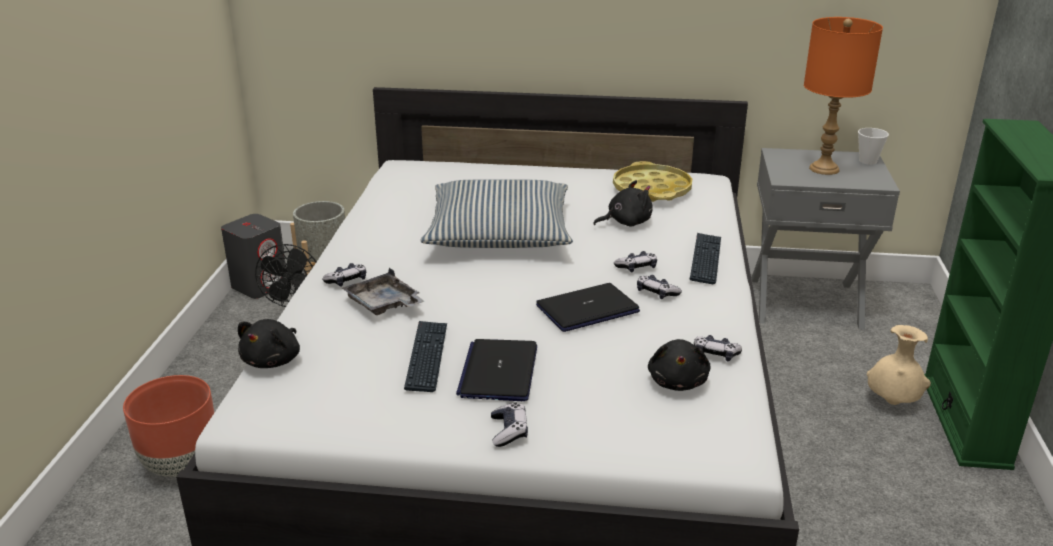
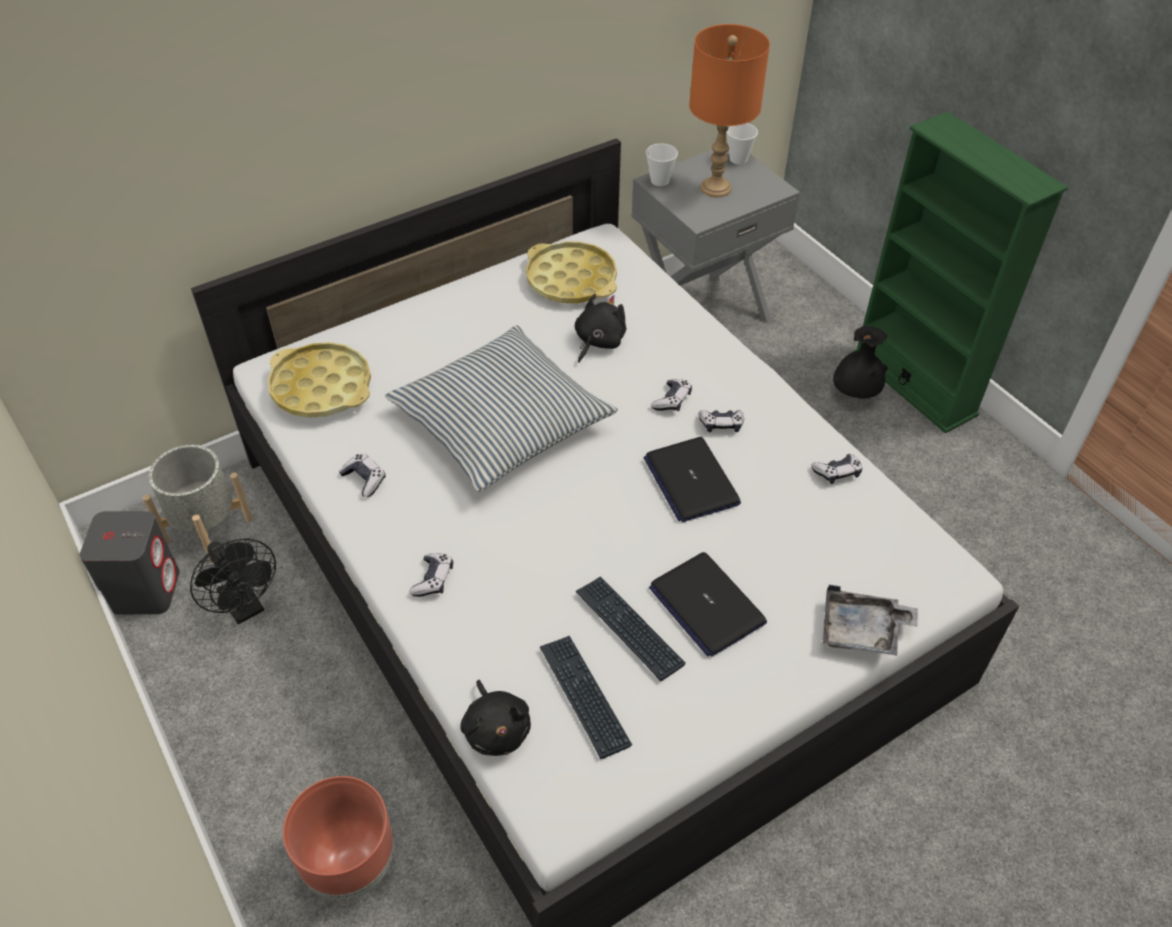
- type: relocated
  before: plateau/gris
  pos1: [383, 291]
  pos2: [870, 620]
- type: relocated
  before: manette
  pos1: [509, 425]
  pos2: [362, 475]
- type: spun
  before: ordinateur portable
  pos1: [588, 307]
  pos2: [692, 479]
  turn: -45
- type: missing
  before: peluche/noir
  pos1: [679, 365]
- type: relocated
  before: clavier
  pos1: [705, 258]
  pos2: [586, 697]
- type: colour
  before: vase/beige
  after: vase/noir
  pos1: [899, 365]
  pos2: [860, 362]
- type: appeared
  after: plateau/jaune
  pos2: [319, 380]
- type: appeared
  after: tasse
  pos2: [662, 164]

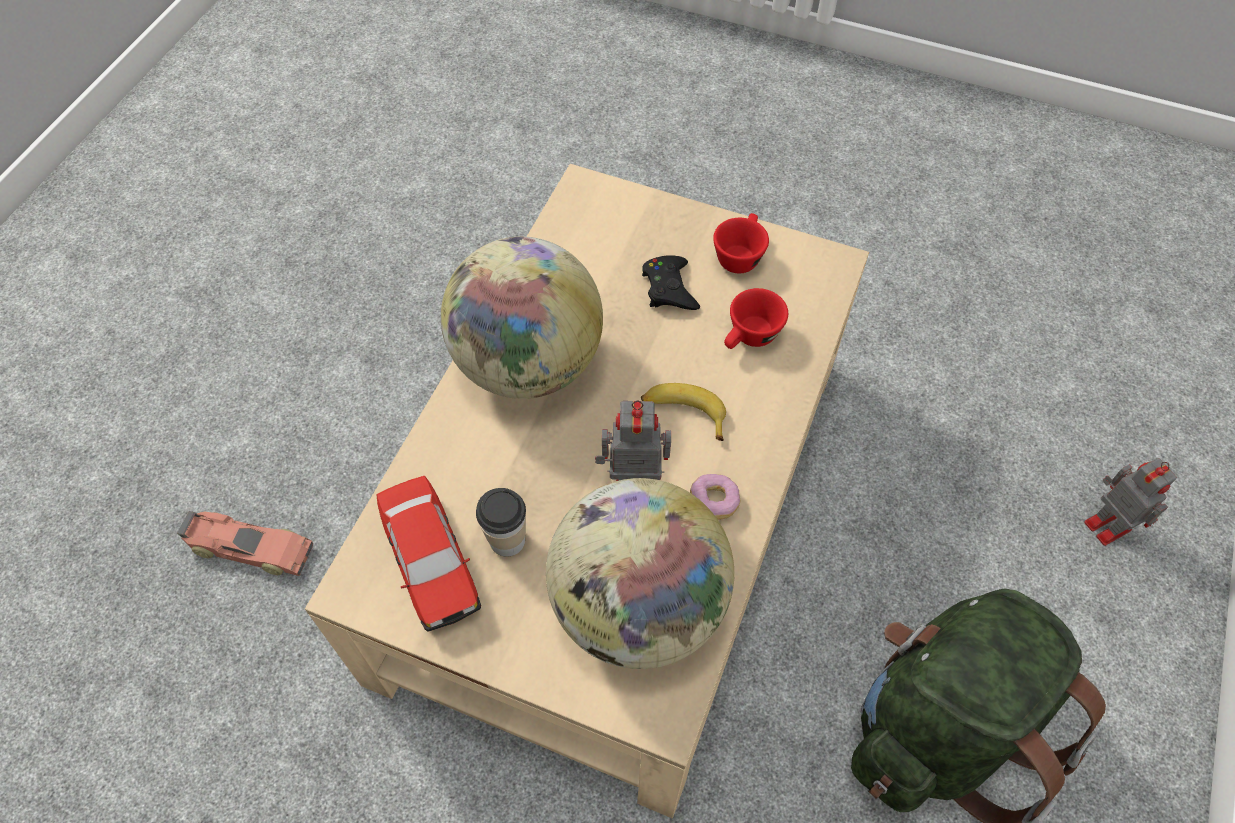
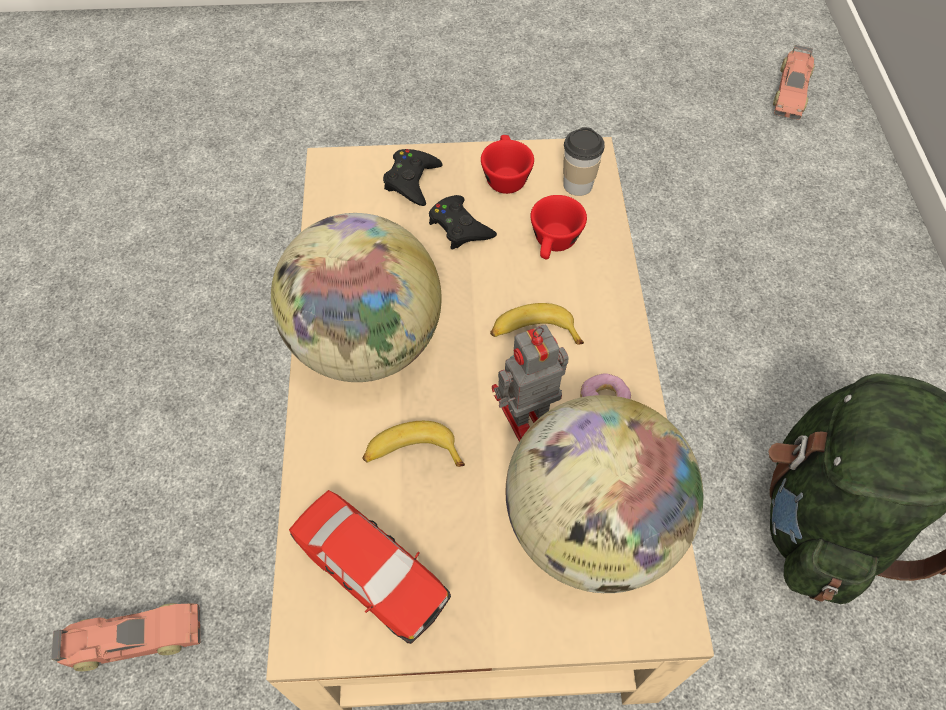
- type: relocated
  before: tasse
  pos1: [501, 522]
  pos2: [584, 161]
- type: missing
  before: robot jouet
  pos1: [1130, 502]
- type: appeared
  after: banane
  pos2: [413, 444]
- type: appeared
  after: manette/noir
  pos2: [413, 177]
- type: appeared
  after: petite voiture
  pos2: [794, 82]

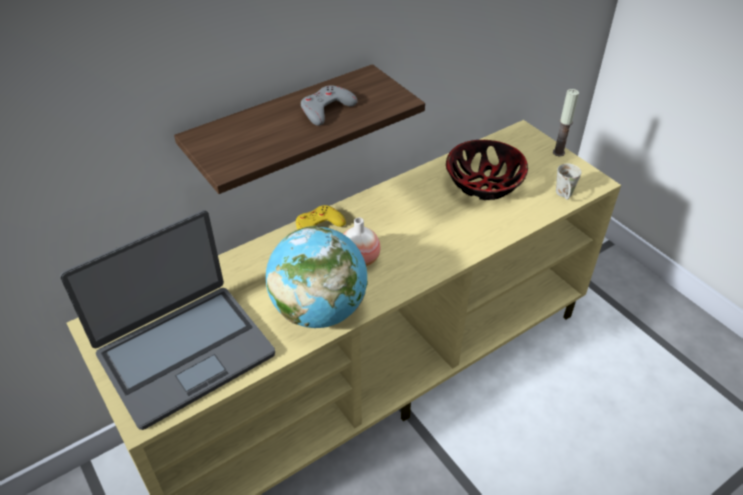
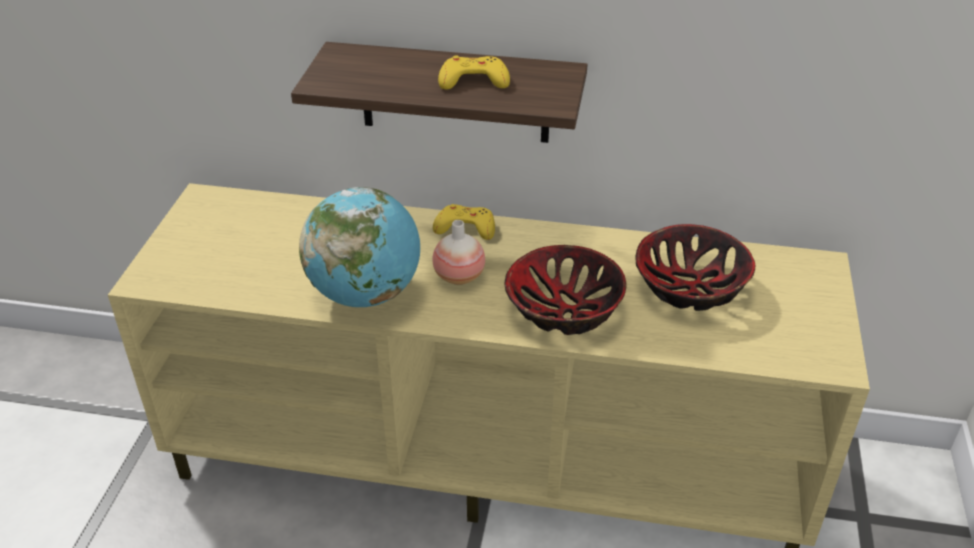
- type: missing
  before: ordinateur portable
  pos1: [167, 320]
- type: colour
  before: manette/gris
  after: manette/jaune
  pos1: [329, 105]
  pos2: [474, 72]
- type: missing
  before: bougie
  pos1: [566, 122]
- type: missing
  before: mug/blanc
  pos1: [568, 182]
- type: appeared
  after: bol
  pos2: [565, 290]

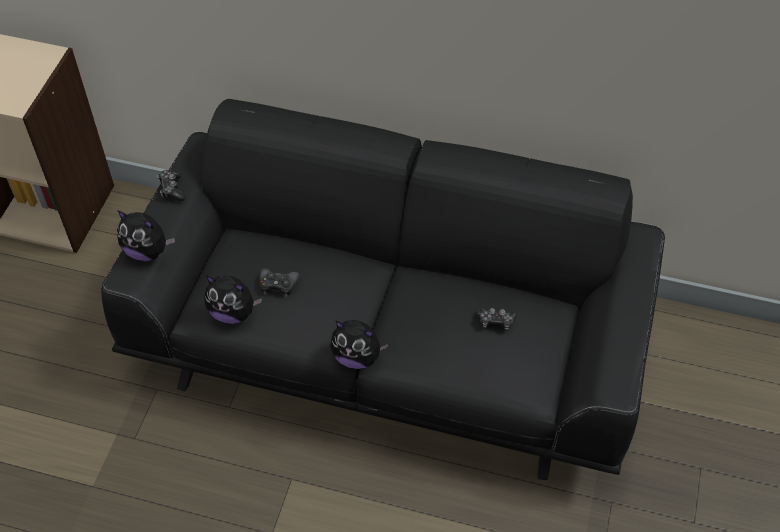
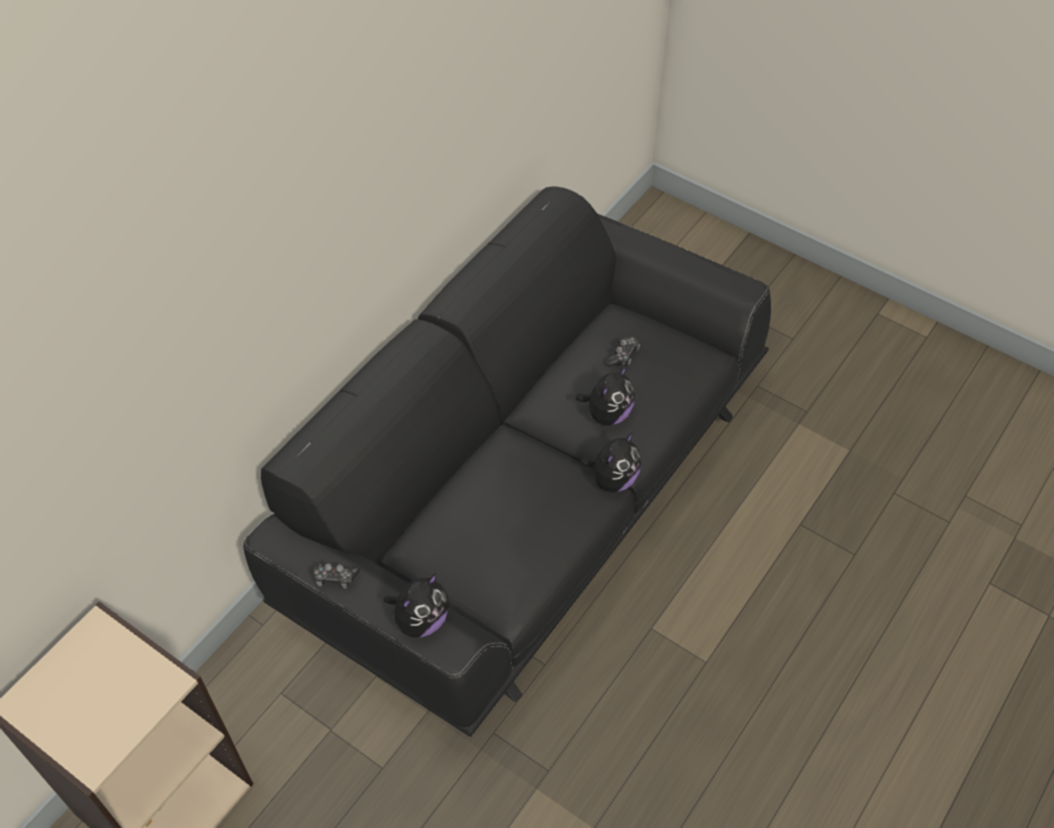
- type: relocated
  before: peluche
  pos1: [233, 299]
  pos2: [605, 395]
- type: missing
  before: manette/noir
  pos1: [279, 282]

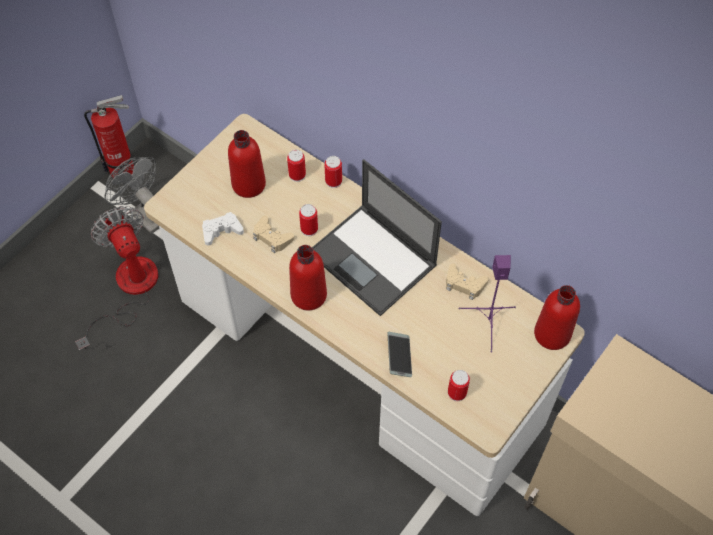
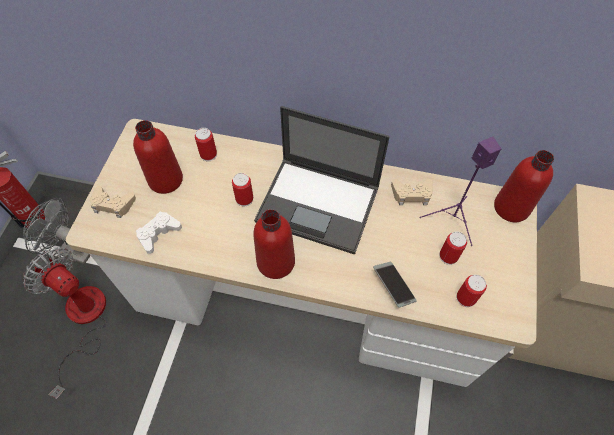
- type: relocated
  before: manette/beige
  pos1: [273, 234]
  pos2: [113, 202]
- type: relocated
  before: boîte métallique
  pos1: [333, 172]
  pos2: [453, 248]

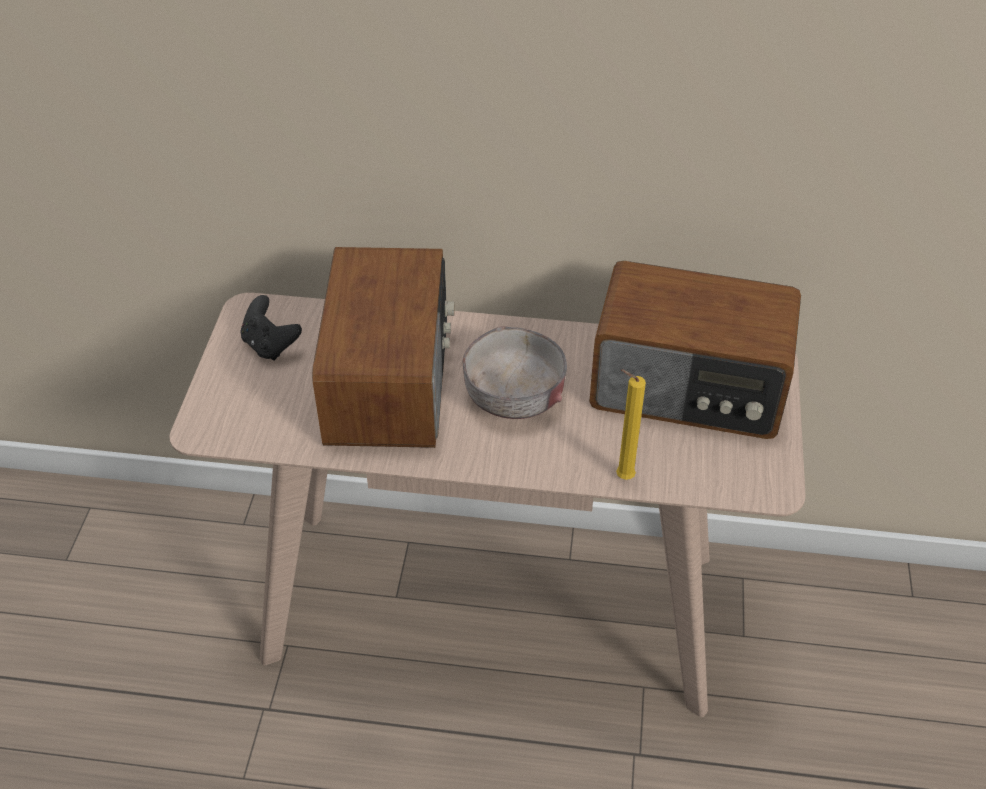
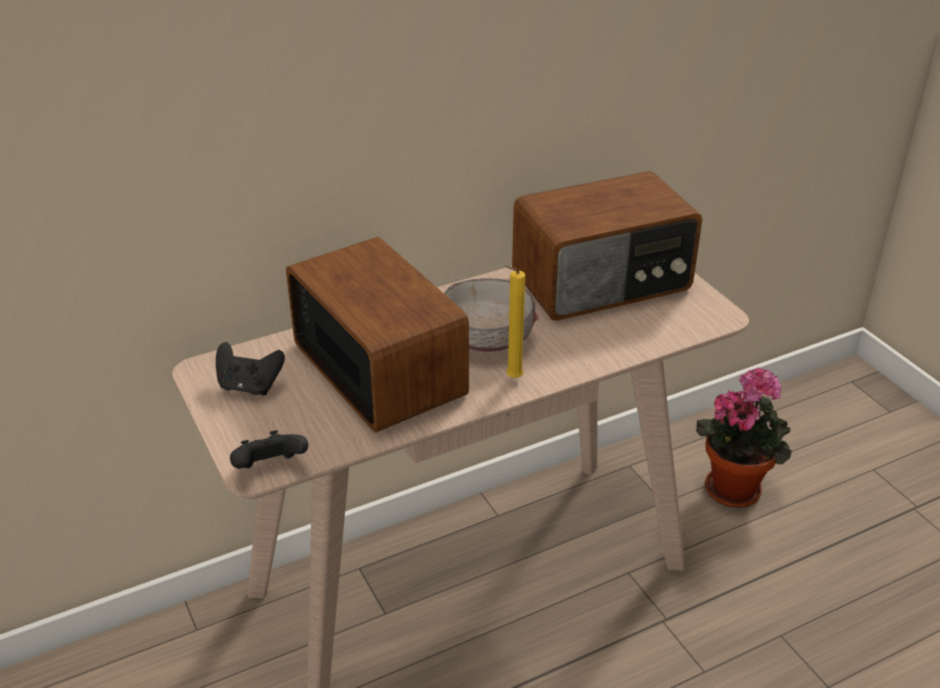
- type: relocated
  before: bougie/jaune
  pos1: [631, 424]
  pos2: [515, 322]
- type: appeared
  after: manette/noir
  pos2: [269, 449]
- type: appeared
  after: plante en pot
  pos2: [744, 437]

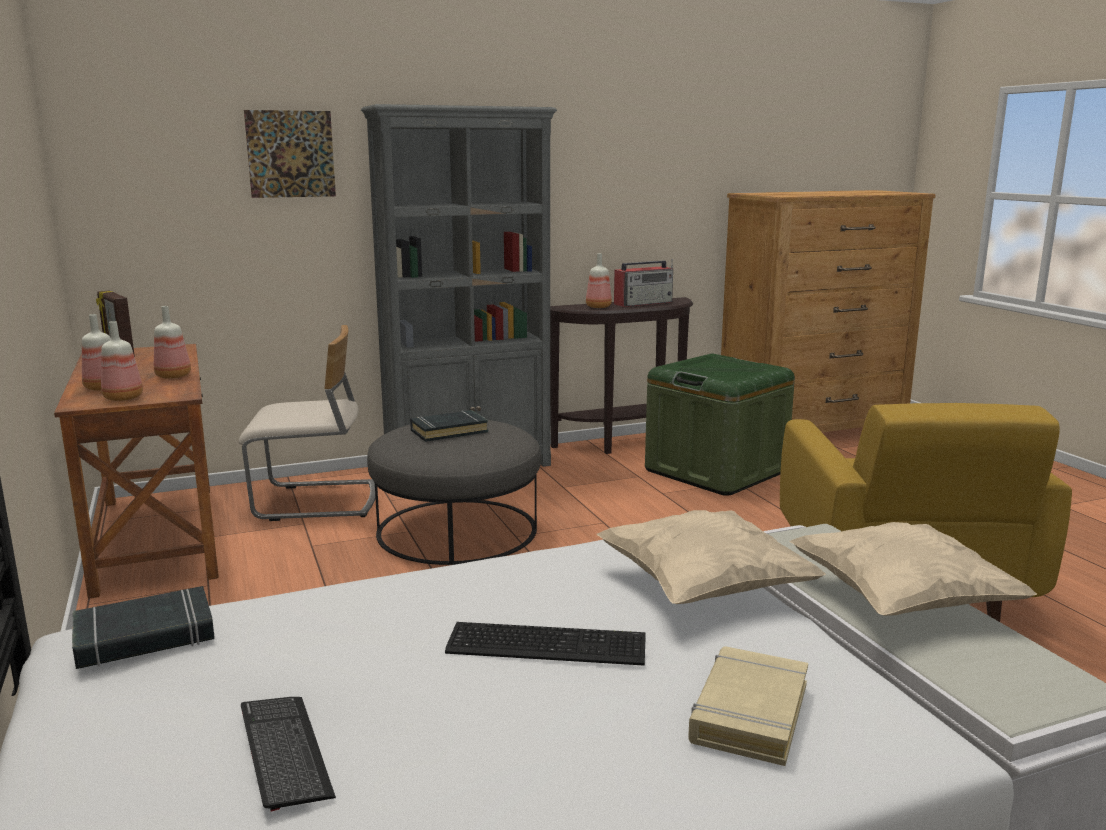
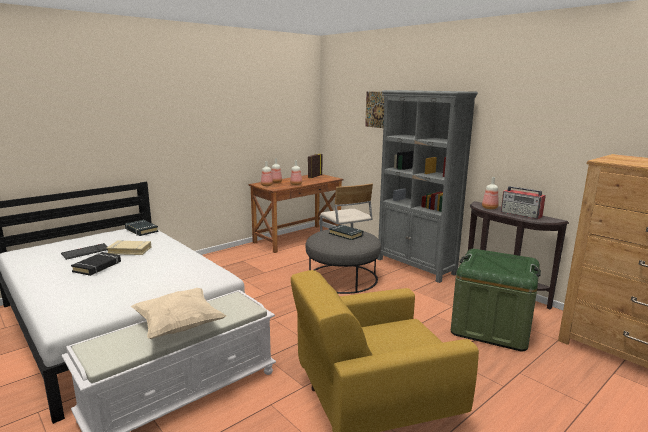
- type: missing
  before: clavier
  pos1: [545, 644]
- type: missing
  before: coussin/beige
  pos1: [711, 557]
- type: relocated
  before: livre/beige
  pos1: [748, 706]
  pos2: [129, 247]
- type: appeared
  after: livre/noir
  pos2: [96, 264]

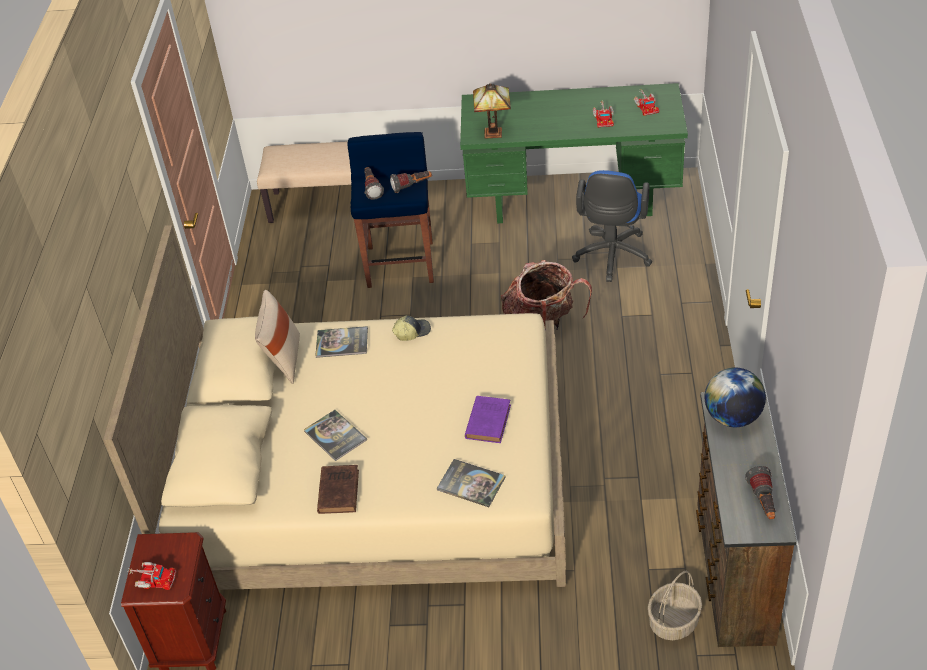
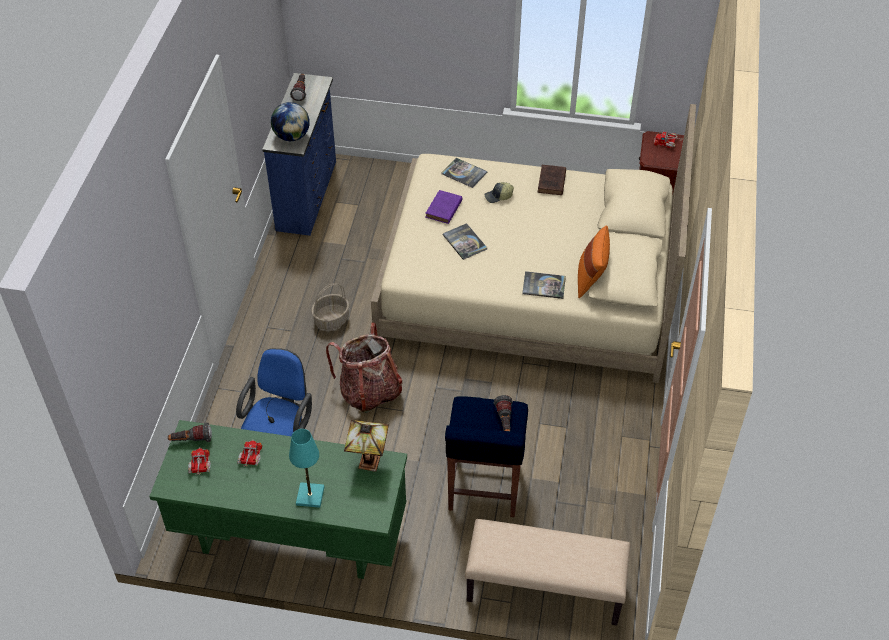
- type: colour
  before: coussin/beige
  after: coussin/orange
  pos1: [277, 337]
  pos2: [594, 261]
- type: relocated
  before: livre
  pos1: [335, 435]
  pos2: [465, 241]
- type: relocated
  before: lampe de poche
  pos1: [411, 182]
  pos2: [190, 432]
- type: relocated
  before: casquette
  pos1: [411, 328]
  pos2: [499, 192]
- type: relocated
  before: panier
  pos1: [675, 605]
  pos2: [330, 306]
- type: colour
  before: commode/marron
  after: commode/bleu
  pos1: [746, 519]
  pos2: [299, 154]
- type: appeared
  after: lampe de table/turquoise
  pos2: [306, 468]

